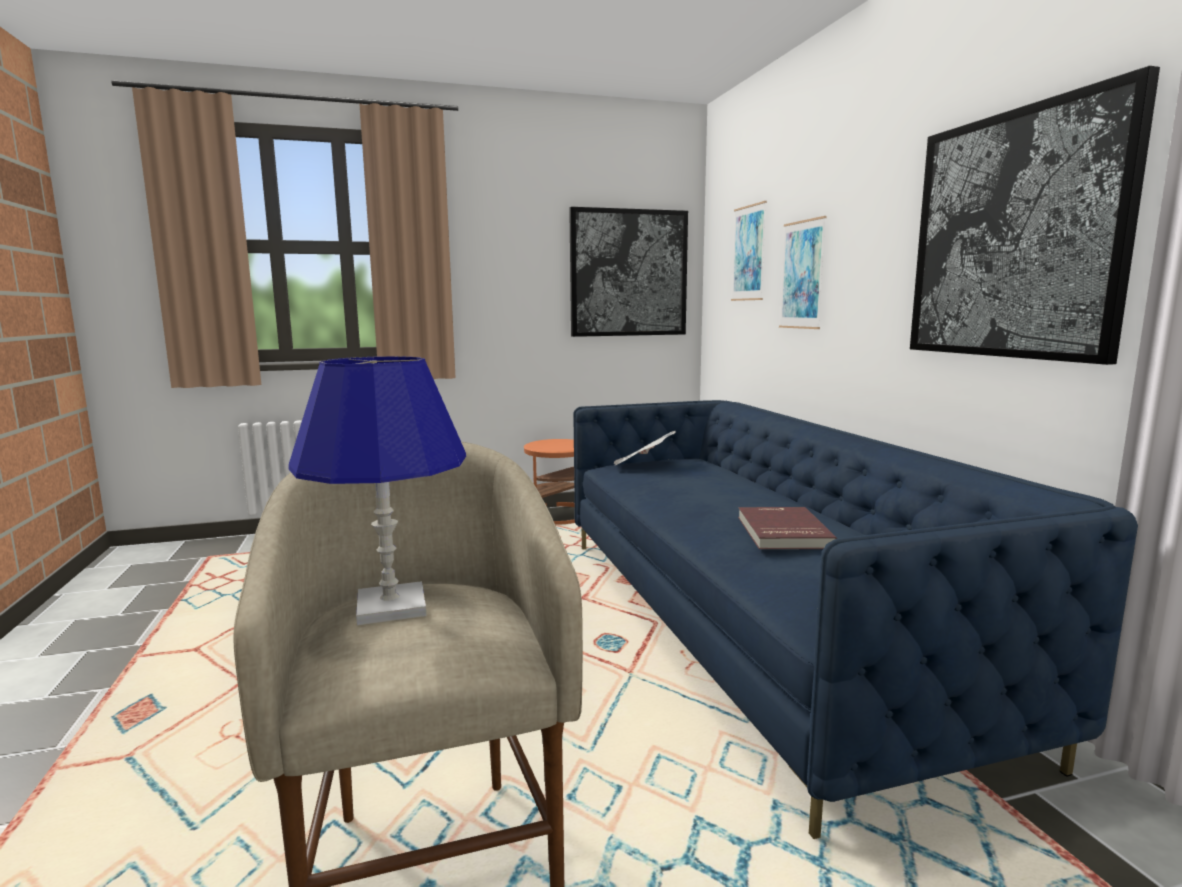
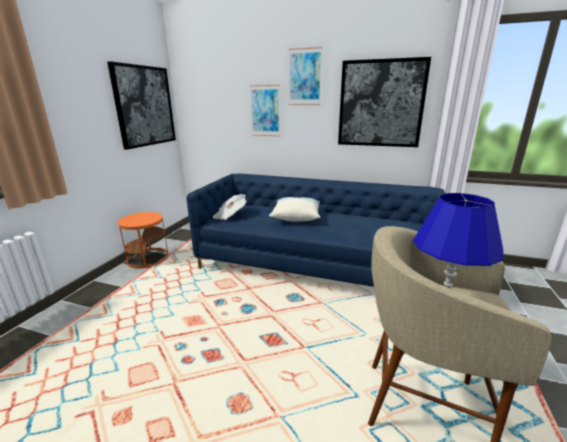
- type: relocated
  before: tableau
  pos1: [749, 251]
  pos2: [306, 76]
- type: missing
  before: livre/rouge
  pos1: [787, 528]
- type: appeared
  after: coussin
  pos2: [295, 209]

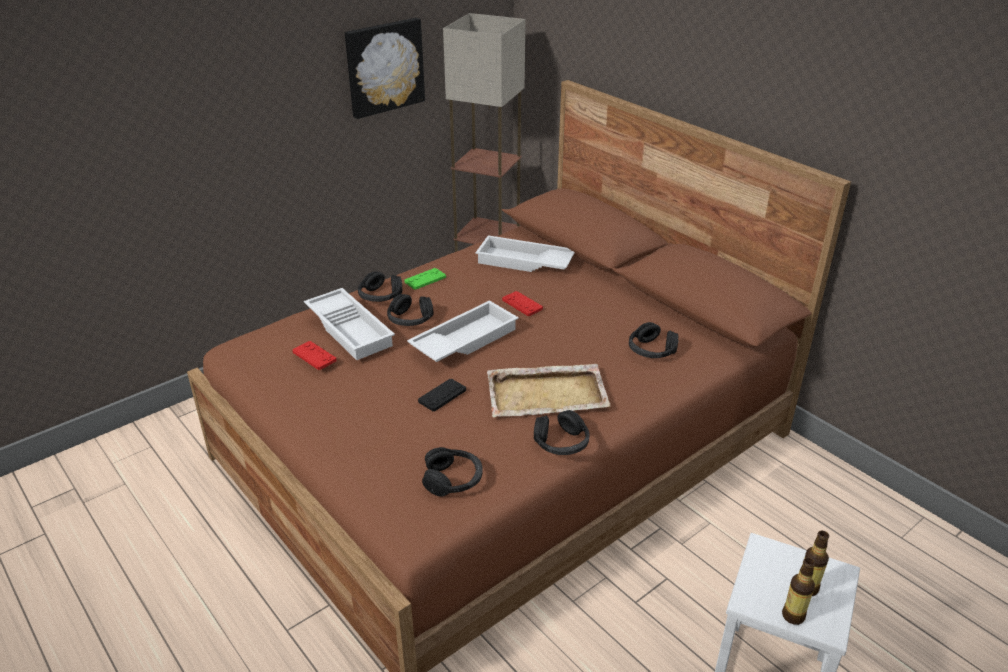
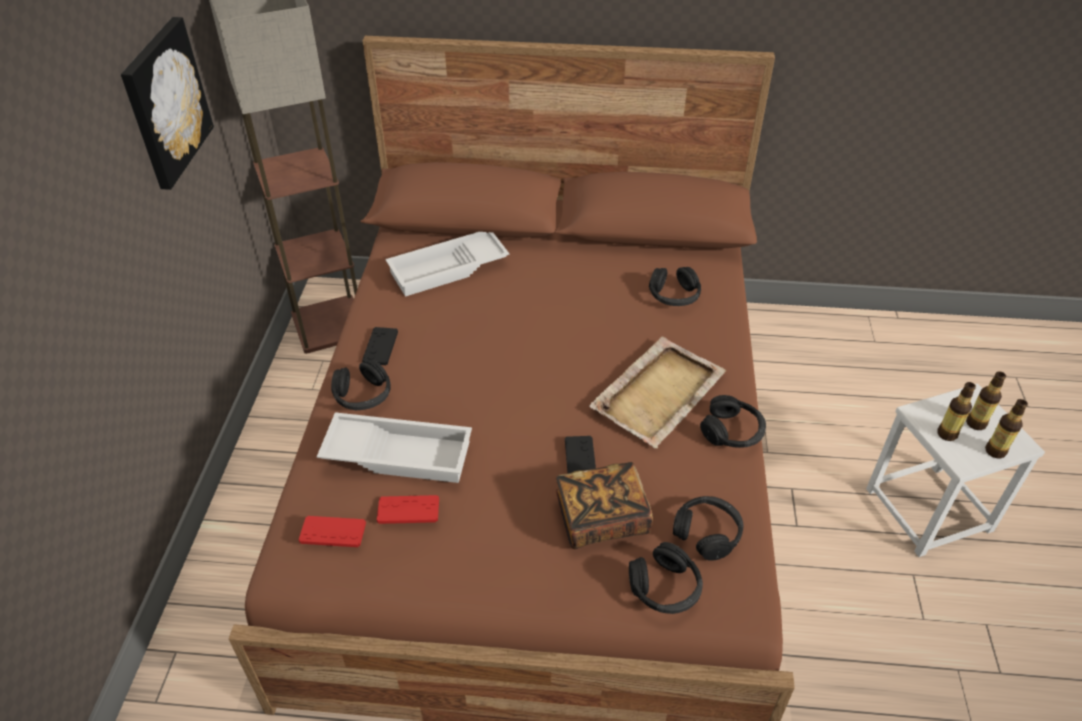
- type: relocated
  before: casque audio/noir
  pos1: [410, 310]
  pos2: [666, 578]
- type: colour
  before: manette/vert
  after: manette/noir
  pos1: [425, 279]
  pos2: [380, 346]
- type: missing
  before: plateau/blanc
  pos1: [463, 331]
- type: relocated
  before: manette/rouge
  pos1: [522, 303]
  pos2: [332, 531]
- type: appeared
  after: livre
  pos2: [604, 505]
- type: appeared
  after: bouteille
  pos2: [956, 411]

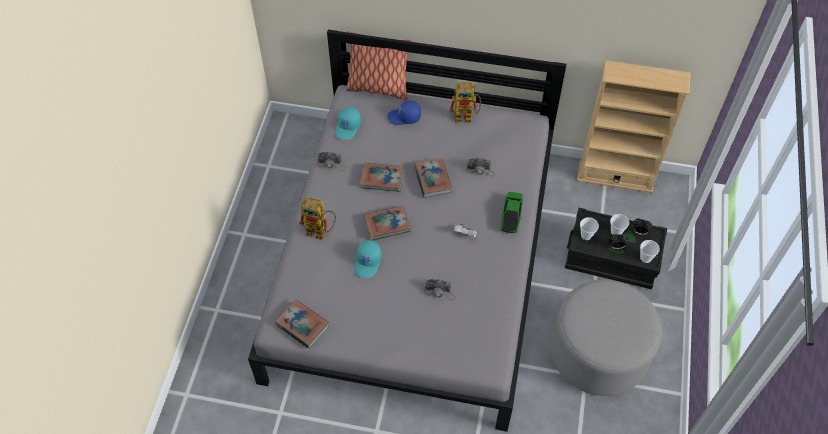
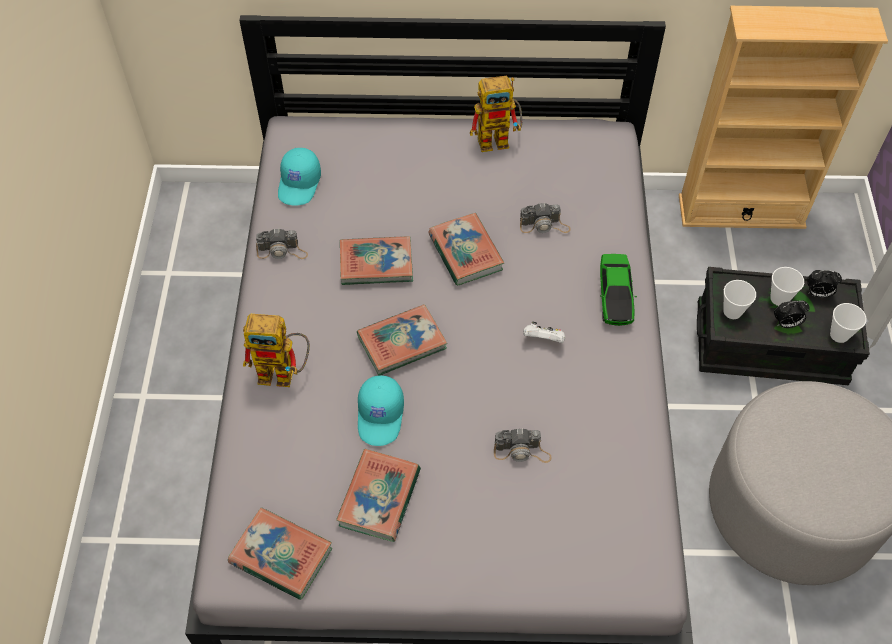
- type: missing
  before: coussin
  pos1: [378, 66]
- type: missing
  before: casquette/bleu
  pos1: [404, 112]
- type: appeared
  after: livre
  pos2: [378, 495]

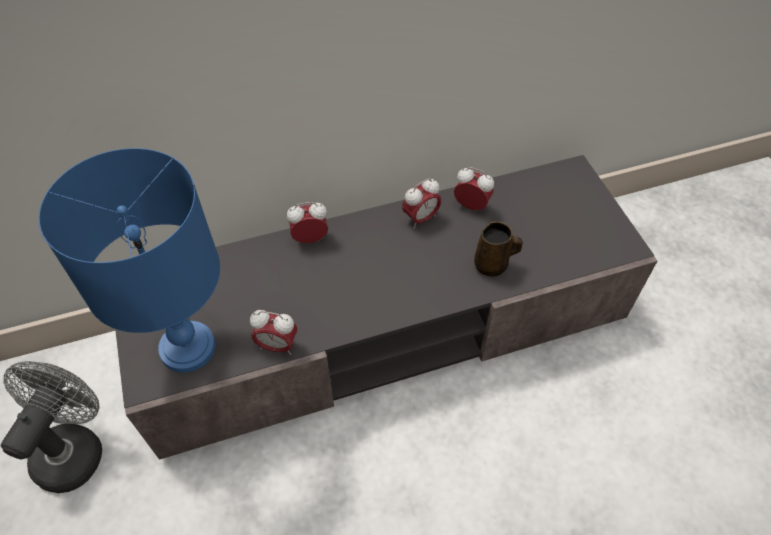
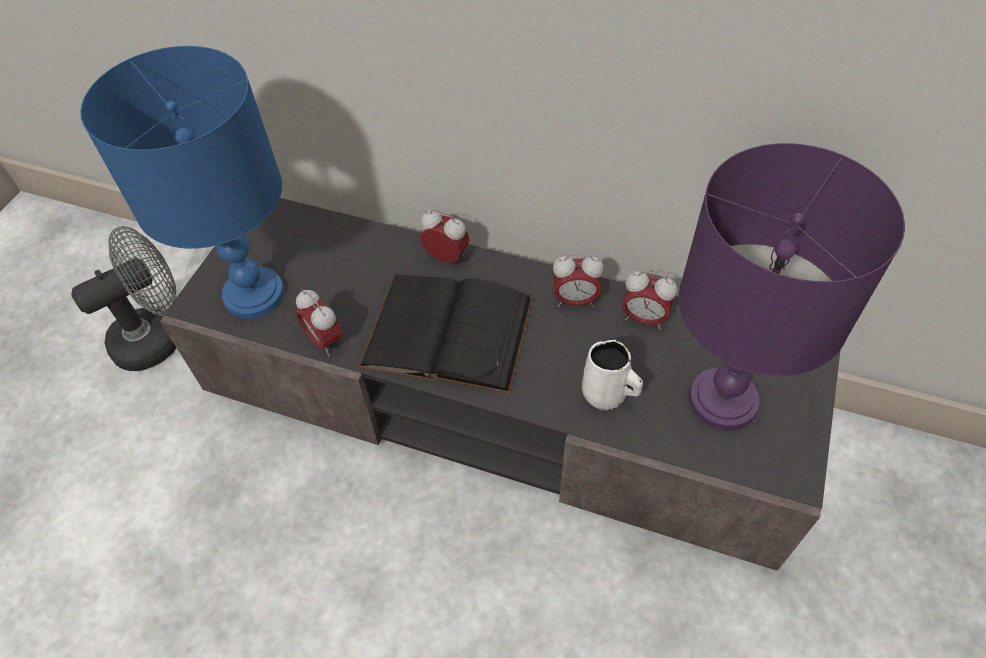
- type: spun
  before: réveil
  pos1: [474, 188]
  pos2: [649, 300]
  turn: 135
- type: colour
  before: mug/marron
  after: mug/blanc
  pos1: [498, 248]
  pos2: [612, 375]
- type: appeared
  after: livre/noir
  pos2: [445, 334]
- type: appeared
  after: lampe de table/violet
  pos2: [791, 286]

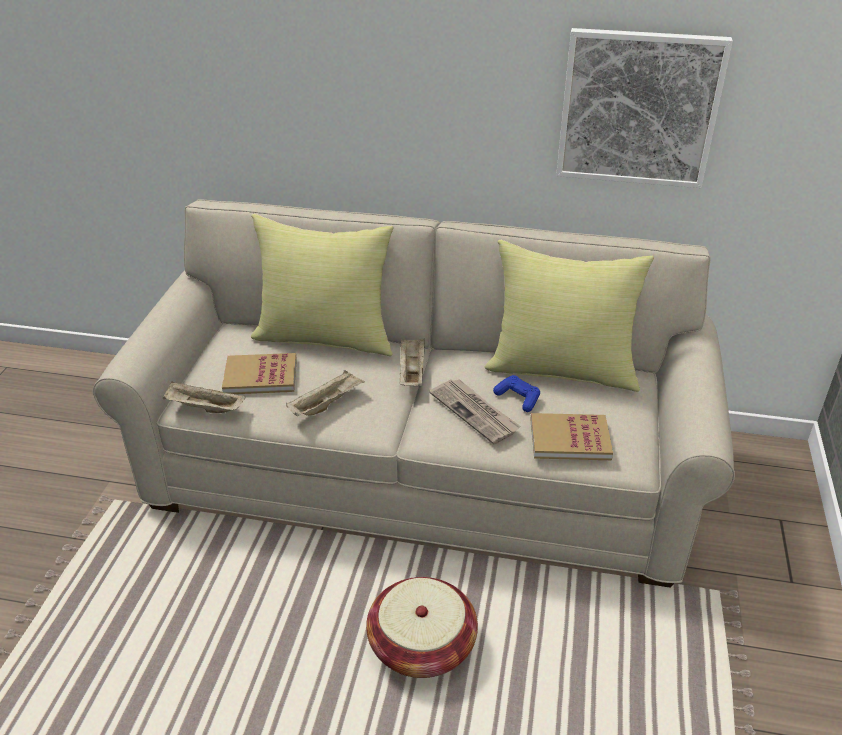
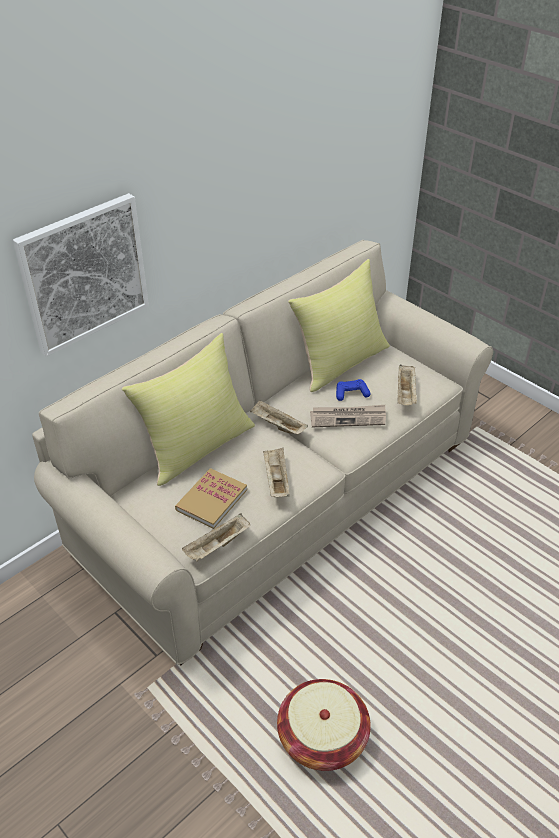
- type: relocated
  before: panier
  pos1: [422, 627]
  pos2: [324, 725]
- type: exchanged
  before: livre
  after: plateau/beige
  pos1: [572, 436]
  pos2: [407, 384]
- type: relocated
  before: tableau
  pos1: [644, 108]
  pos2: [81, 275]

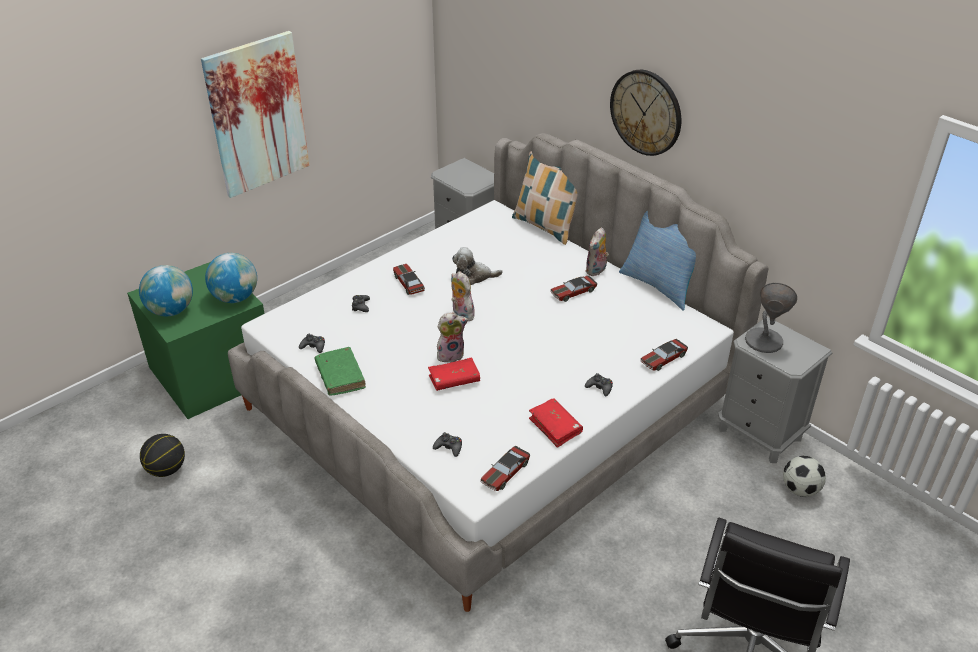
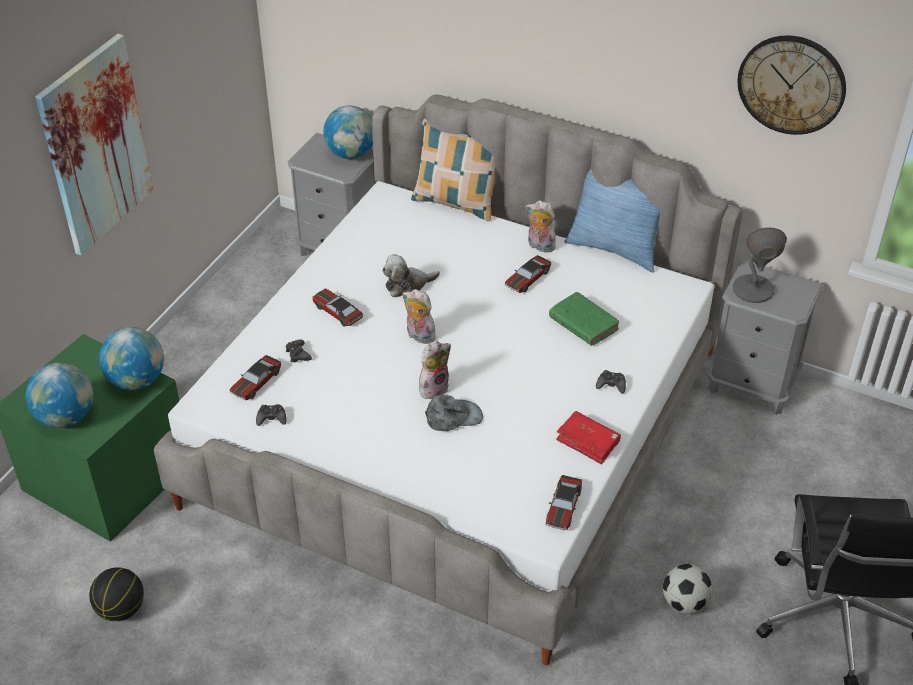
- type: relocated
  before: livre/vert
  pos1: [340, 371]
  pos2: [584, 319]
- type: exchanged
  before: livre/rouge
  after: casquette/gris
  pos1: [454, 374]
  pos2: [454, 413]
- type: missing
  before: manette/noir
  pos1: [447, 444]
- type: spun
  before: peluche
  pos1: [597, 251]
  pos2: [540, 226]
  turn: 105
- type: relocated
  before: horloge murale
  pos1: [645, 113]
  pos2: [792, 85]
- type: relocated
  before: petite voiture
  pos1: [664, 355]
  pos2: [255, 377]
- type: relocated
  before: ballon de foot
  pos1: [804, 476]
  pos2: [688, 589]
- type: appeared
  after: globe
  pos2: [348, 132]

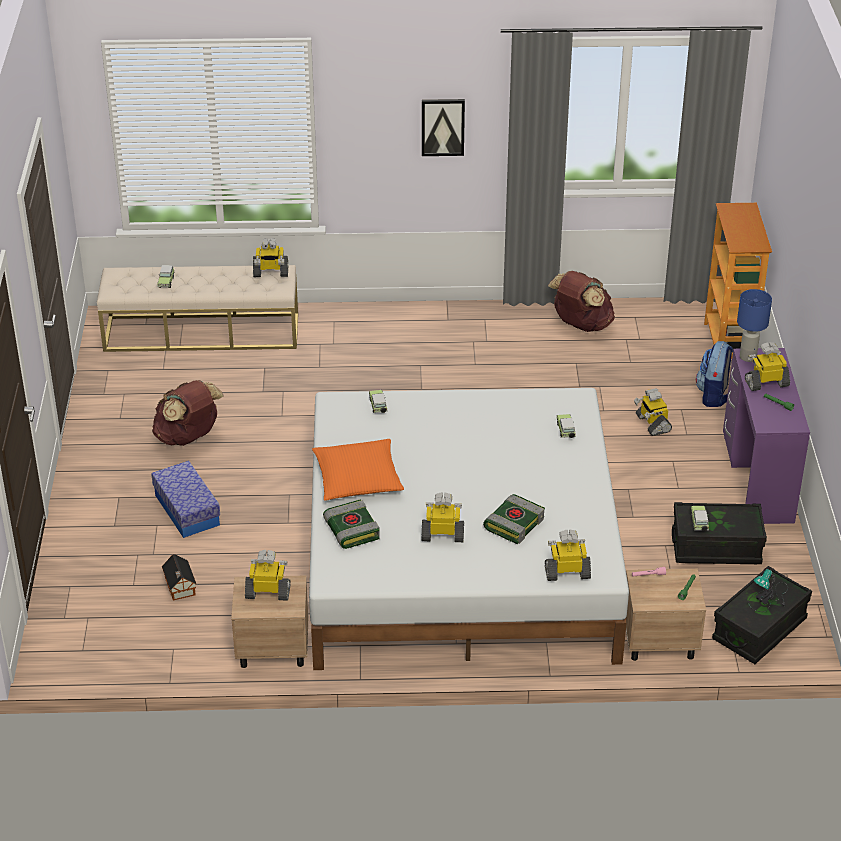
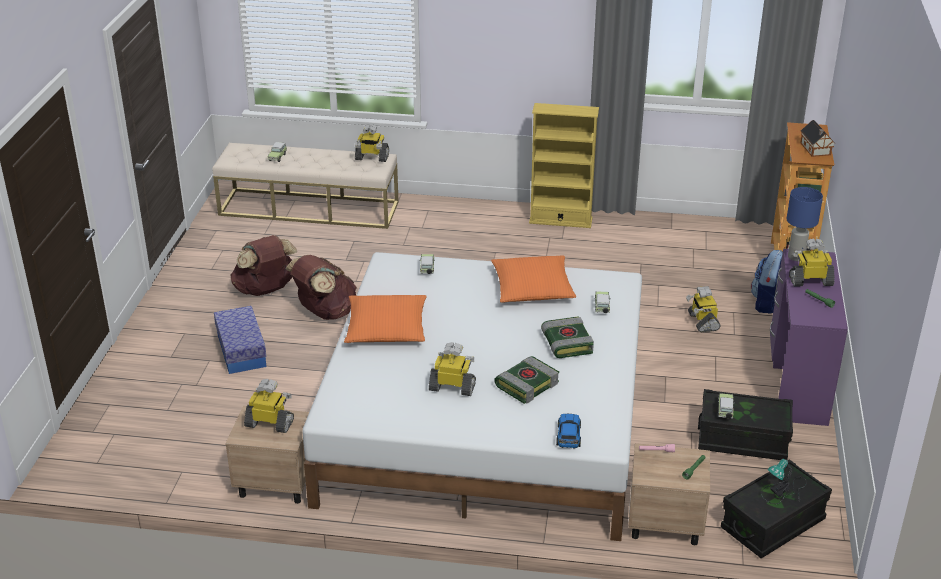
- type: relocated
  before: maison miniature
  pos1: [179, 577]
  pos2: [817, 138]
- type: relocated
  before: livre
  pos1: [351, 524]
  pos2: [567, 337]
- type: missing
  before: tableau
  pos1: [443, 127]
- type: exchanged
  before: robot jouet
  after: petite voiture
  pos1: [568, 555]
  pos2: [568, 431]
- type: relocated
  before: sac à dos/marron
  pos1: [581, 301]
  pos2: [321, 287]
- type: appeared
  after: coussin/orange
  pos2: [533, 279]
- type: appeared
  after: bibliothèque/jaune
  pos2: [564, 165]

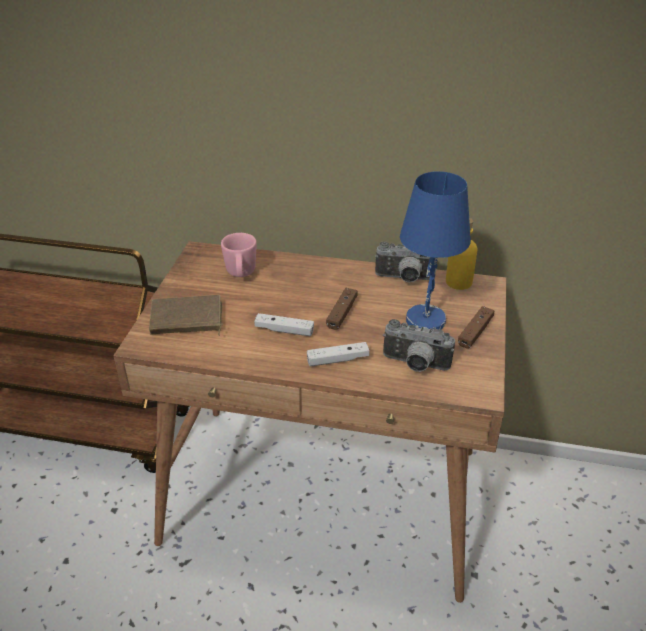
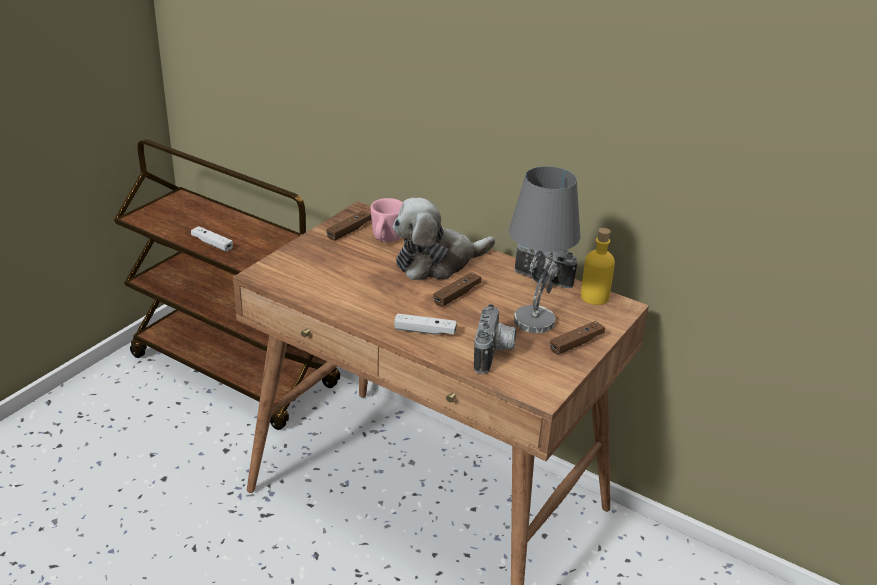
- type: missing
  before: livre/marron
  pos1: [186, 315]
- type: relocated
  before: manette/blanc
  pos1: [284, 324]
  pos2: [212, 239]
- type: spun
  before: appareil photo
  pos1: [419, 345]
  pos2: [495, 339]
  turn: -120
- type: colour
  before: lampe de table/bleu
  after: lampe de table/gris
  pos1: [435, 250]
  pos2: [544, 249]
- type: appeared
  after: manette/marron
  pos2: [349, 226]
- type: appeared
  after: peluche
  pos2: [444, 238]

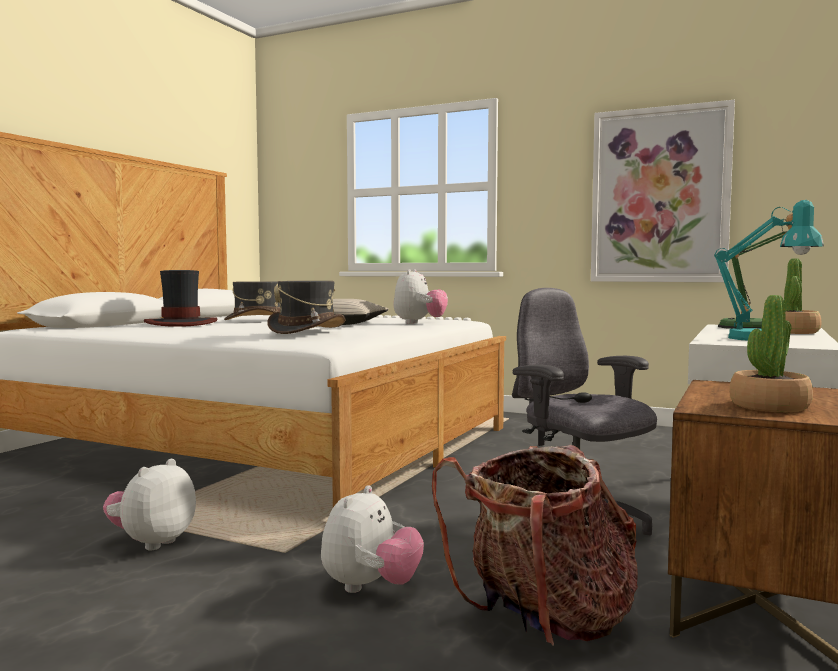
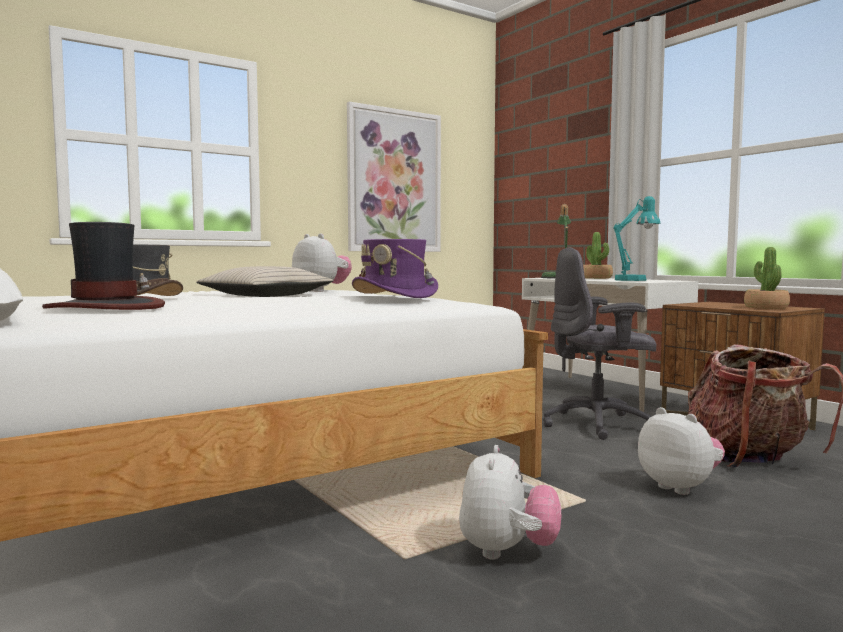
- type: spun
  before: peluche
  pos1: [149, 504]
  pos2: [510, 502]
  turn: -135
- type: colour
  before: chapeau/gris
  after: chapeau/violet
  pos1: [306, 307]
  pos2: [395, 268]

